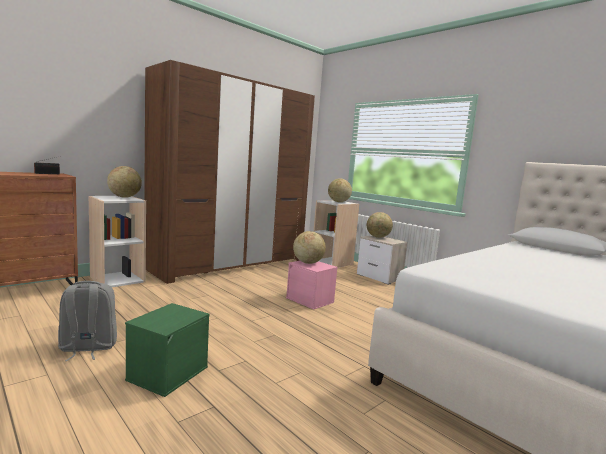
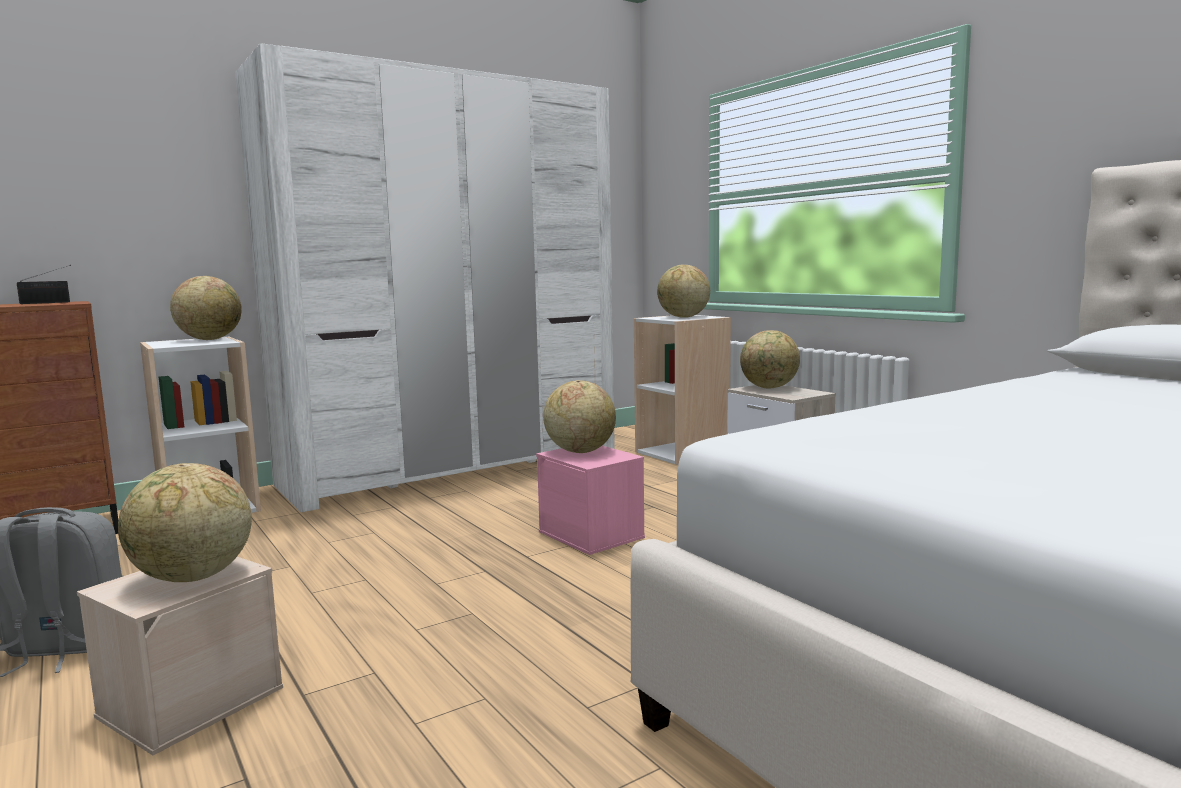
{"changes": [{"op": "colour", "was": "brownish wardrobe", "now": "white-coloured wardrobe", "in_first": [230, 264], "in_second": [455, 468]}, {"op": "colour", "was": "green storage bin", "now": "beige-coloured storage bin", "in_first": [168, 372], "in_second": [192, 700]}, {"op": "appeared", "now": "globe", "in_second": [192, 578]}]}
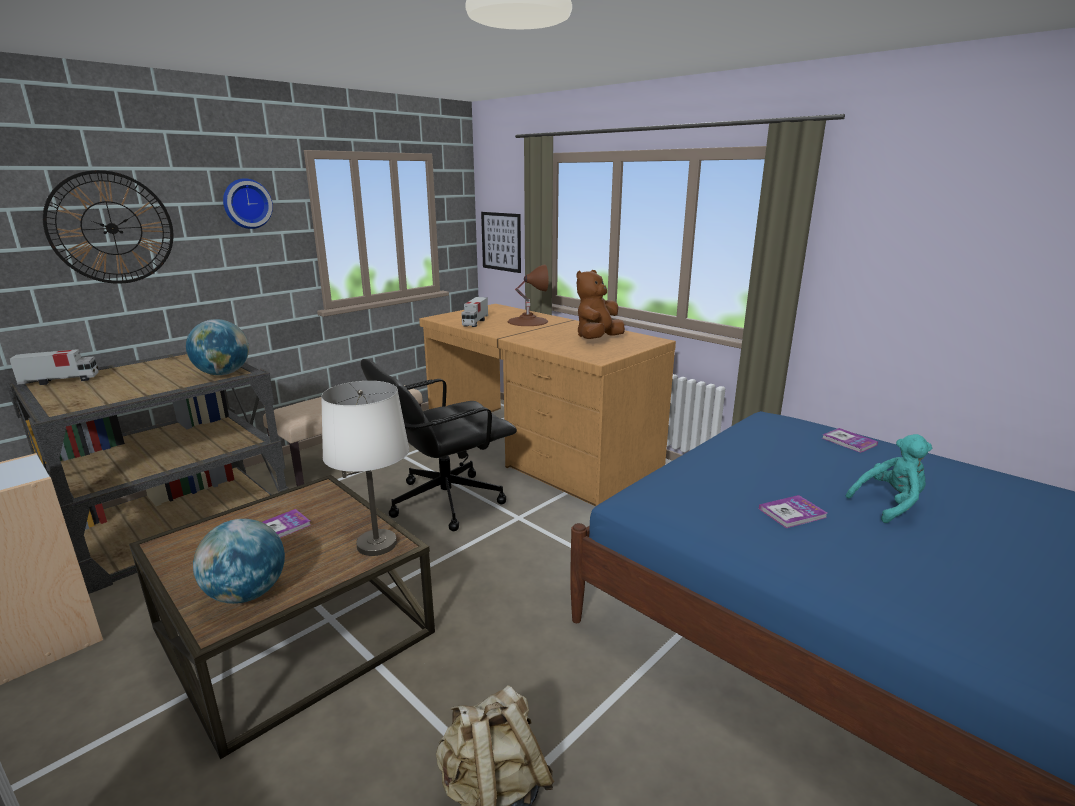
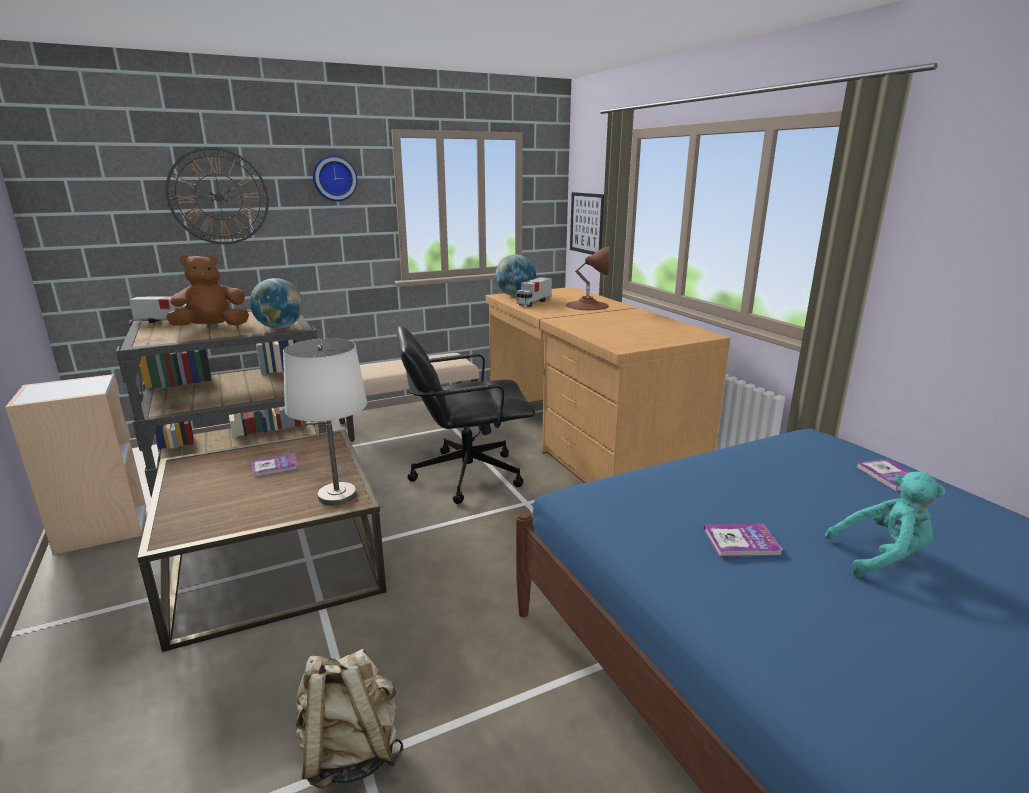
{"changes": [{"op": "relocated", "was": "brownish soft toy", "in_first": [597, 339], "in_second": [212, 327]}, {"op": "relocated", "was": "globe", "in_first": [247, 594], "in_second": [515, 295]}]}
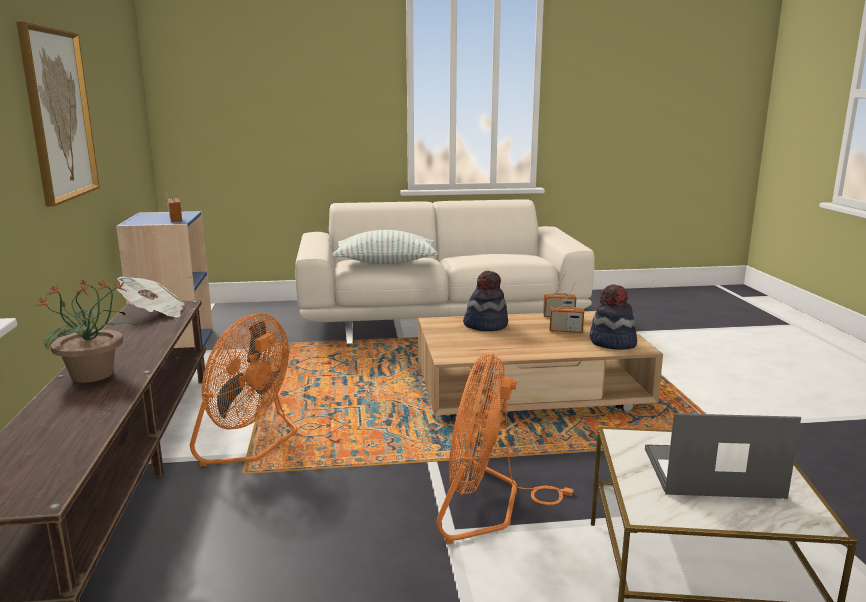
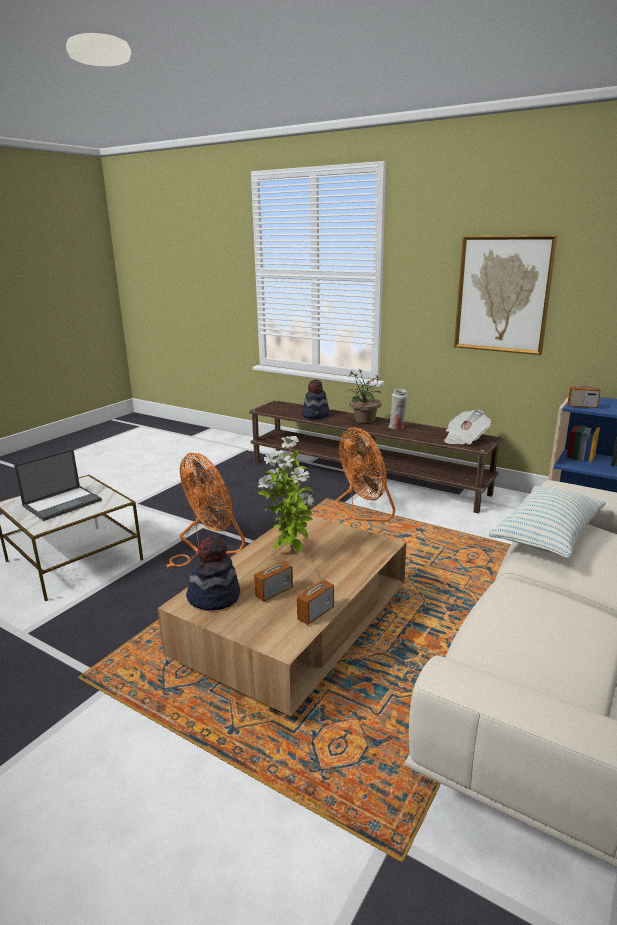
{"changes": [{"op": "relocated", "was": "clothing hat", "in_first": [486, 325], "in_second": [316, 415]}, {"op": "appeared", "now": "white-coloured decorative vase", "in_second": [397, 428]}, {"op": "appeared", "now": "plant in a pot", "in_second": [290, 554]}]}
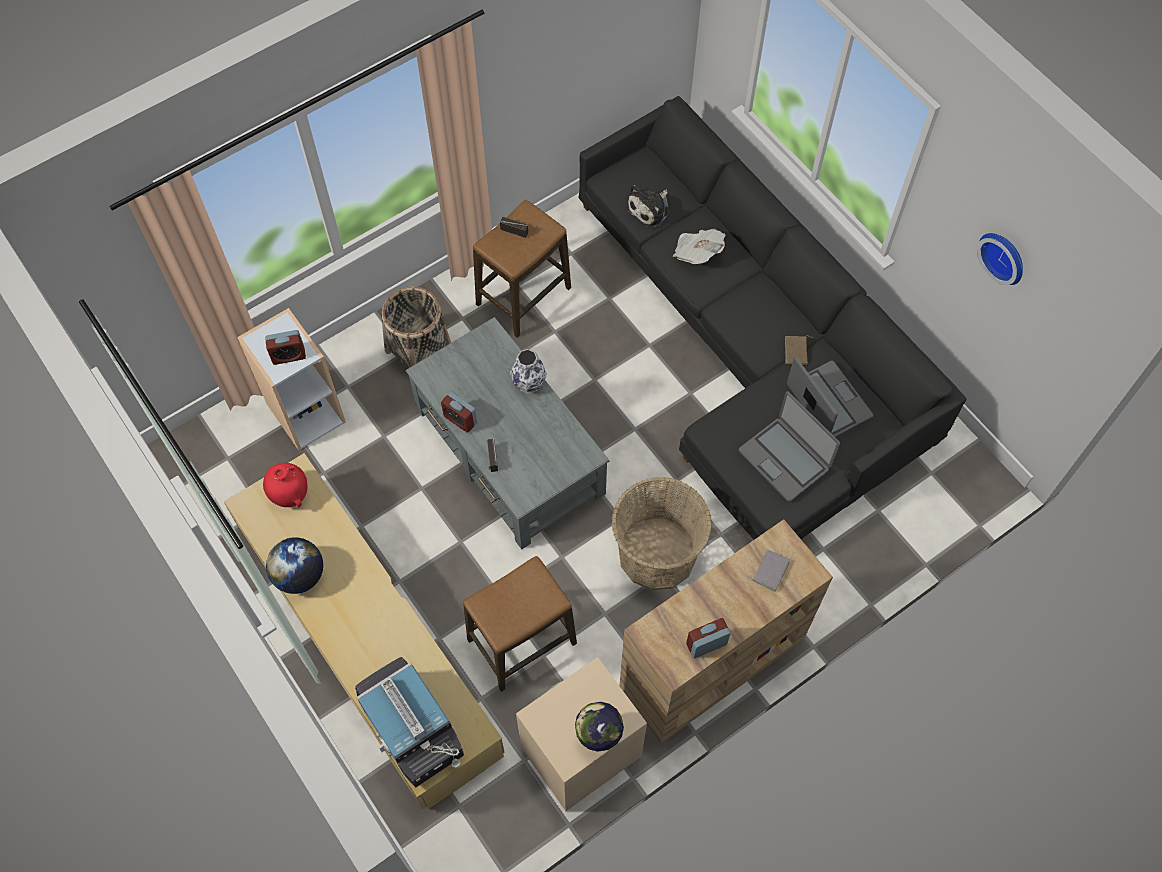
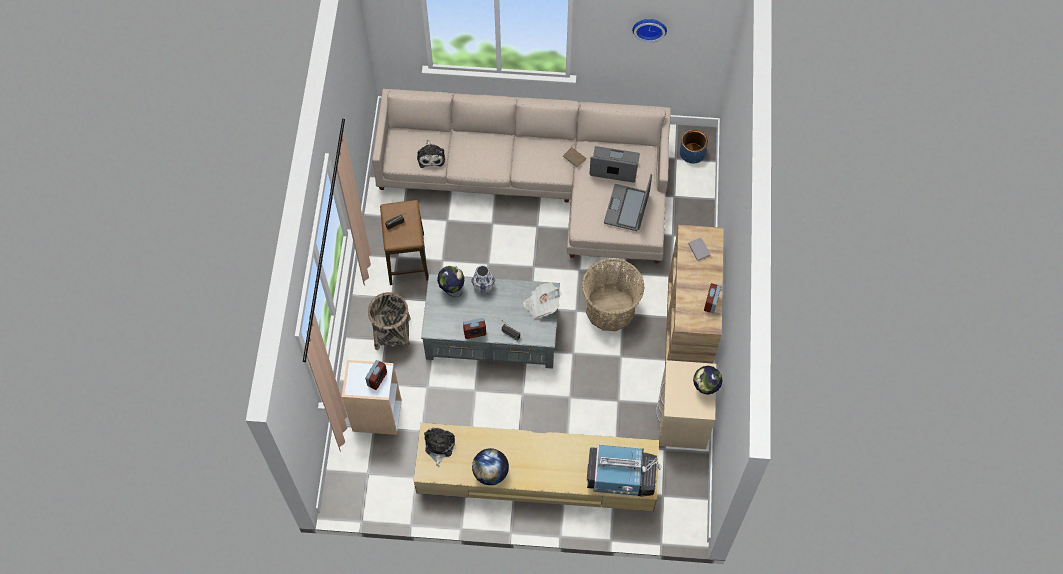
{"changes": [{"op": "colour", "was": "black-coloured sofa", "now": "beige-coloured sofa", "in_first": [752, 349], "in_second": [539, 179]}, {"op": "relocated", "was": "daily paper", "in_first": [697, 253], "in_second": [541, 304]}, {"op": "spun", "was": "notebook computer", "in_first": [784, 459], "in_second": [627, 208], "clockwise": 105}, {"op": "exchanged", "was": "reddish decorative vase", "now": "soft toy", "in_first": [289, 494], "in_second": [439, 446]}, {"op": "missing", "was": "sitting stool", "in_first": [522, 641]}, {"op": "appeared", "now": "bluish planter", "in_second": [692, 153]}, {"op": "appeared", "now": "globe", "in_second": [451, 288]}]}
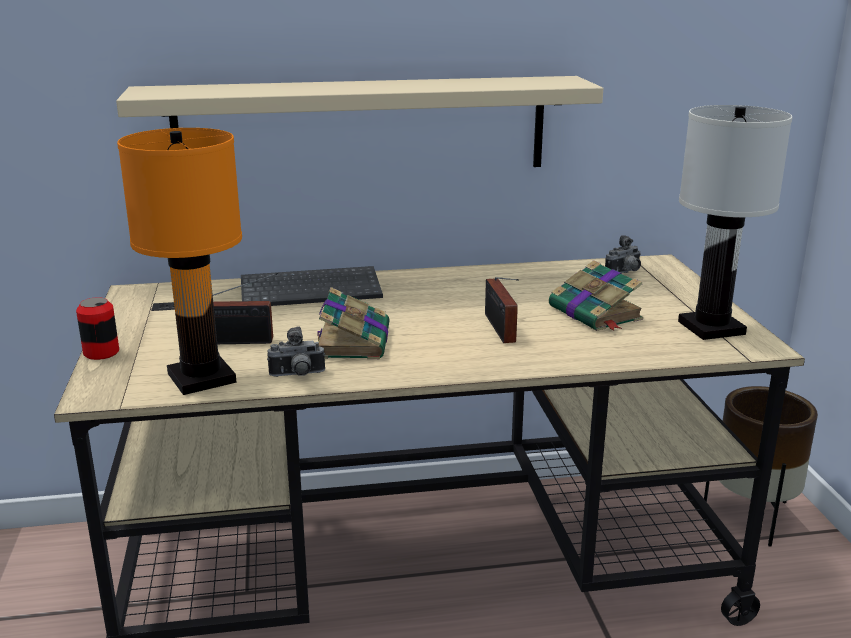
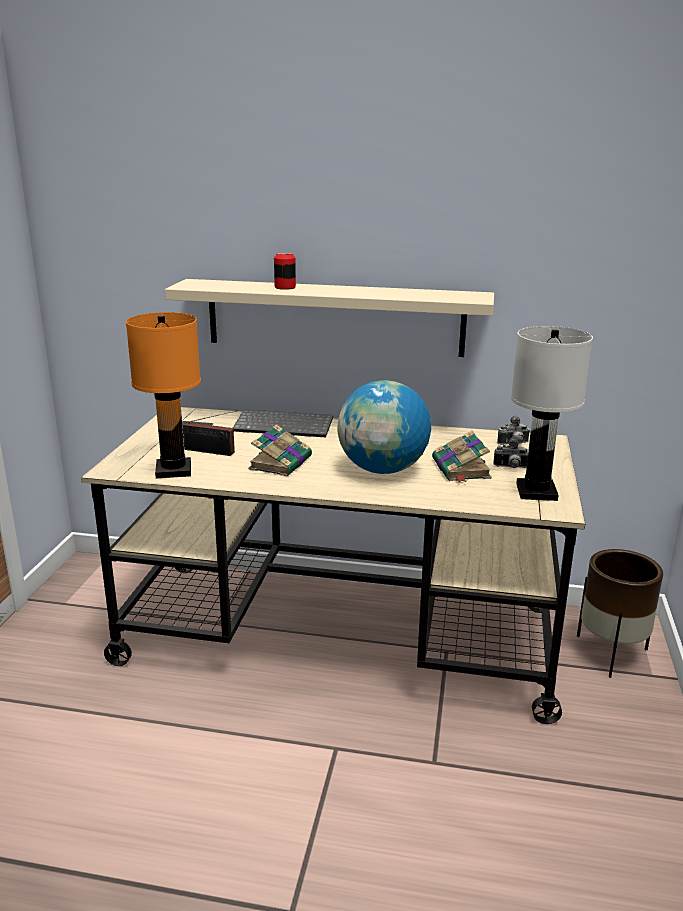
{"changes": [{"op": "exchanged", "was": "radio set", "now": "globe", "in_first": [500, 329], "in_second": [383, 470]}, {"op": "relocated", "was": "metal can", "in_first": [101, 352], "in_second": [285, 287]}, {"op": "relocated", "was": "photo camera", "in_first": [297, 375], "in_second": [511, 467]}]}
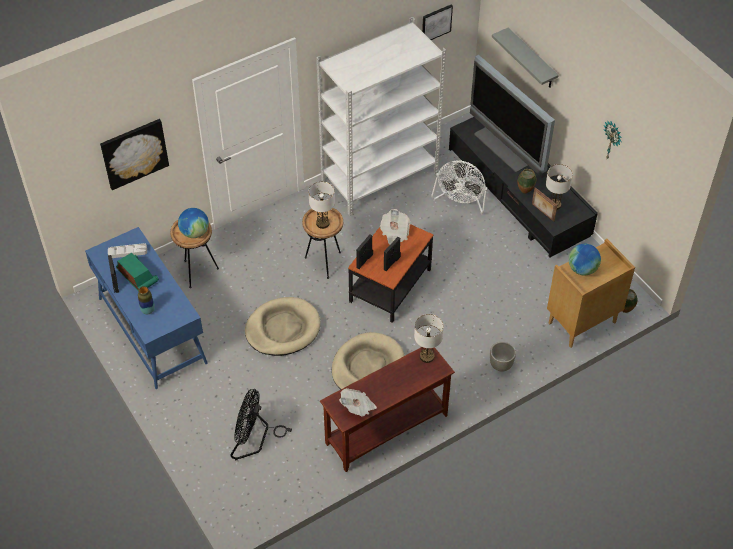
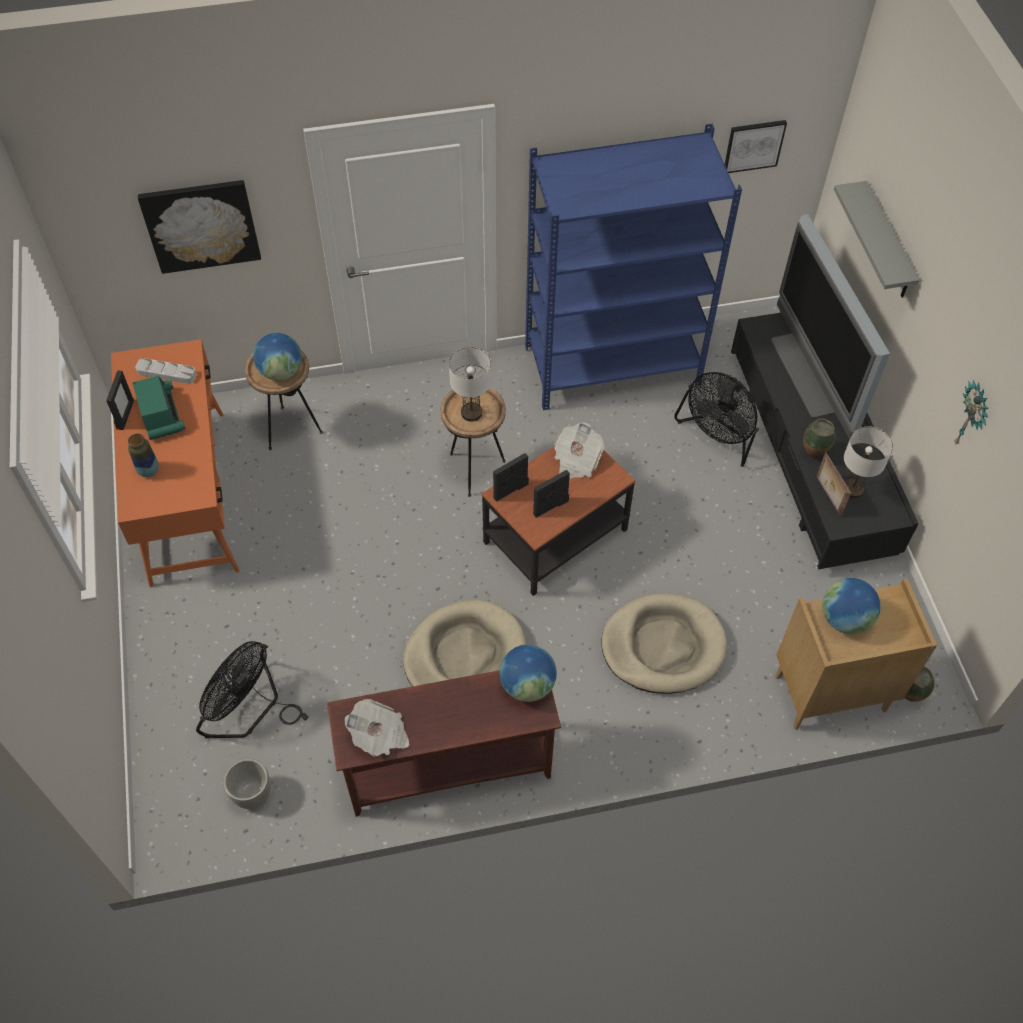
{"changes": [{"op": "colour", "was": "white-coloured bookcase", "now": "bluish bookcase", "in_first": [379, 177], "in_second": [612, 365]}, {"op": "colour", "was": "white-coloured fan", "now": "black-coloured fan", "in_first": [459, 199], "in_second": [717, 432]}, {"op": "colour", "was": "bluish desk", "now": "orangey desk", "in_first": [152, 330], "in_second": [188, 495]}, {"op": "relocated", "was": "beige-coloured pet bed", "in_first": [282, 329], "in_second": [663, 646]}, {"op": "exchanged", "was": "lamp for a table", "now": "globe", "in_first": [426, 356], "in_second": [527, 685]}, {"op": "relocated", "was": "greyish planter", "in_first": [501, 365], "in_second": [252, 794]}]}
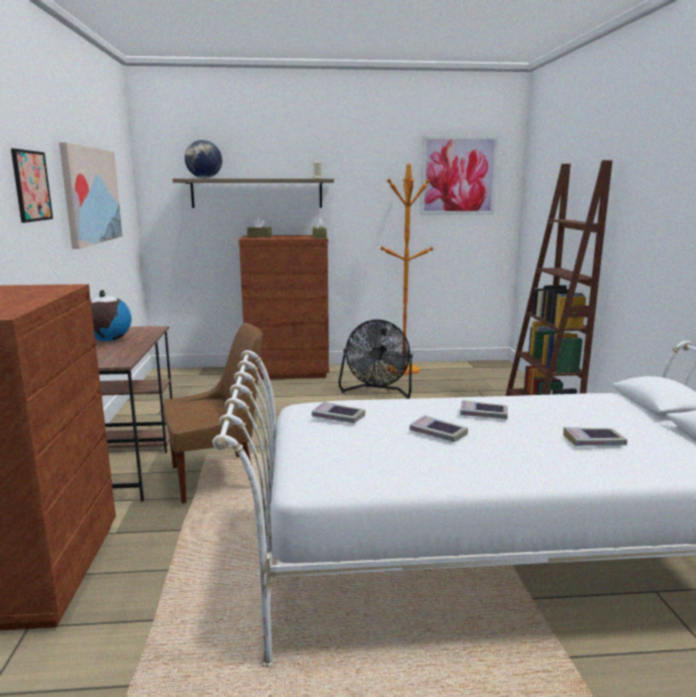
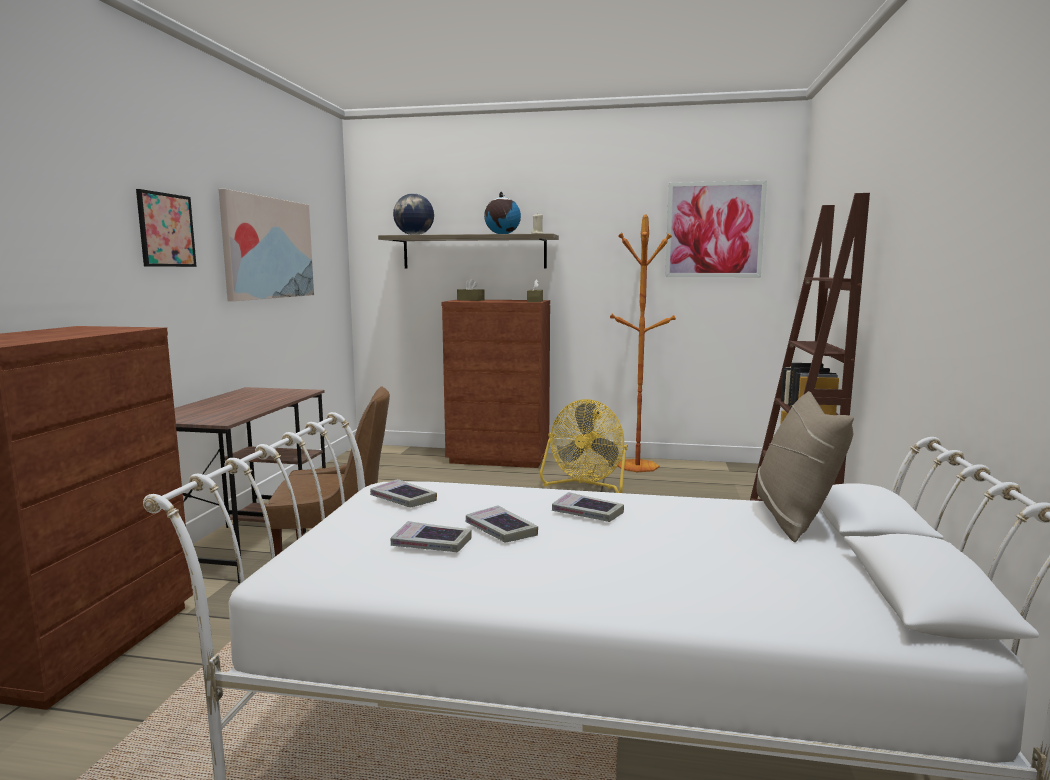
{"changes": [{"op": "relocated", "was": "globe", "in_first": [108, 340], "in_second": [502, 234]}, {"op": "colour", "was": "black-coloured fan", "now": "yellow fan", "in_first": [376, 391], "in_second": [586, 488]}, {"op": "relocated", "was": "bound book", "in_first": [593, 441], "in_second": [431, 544]}, {"op": "appeared", "now": "beige-coloured cushion", "in_second": [793, 517]}]}
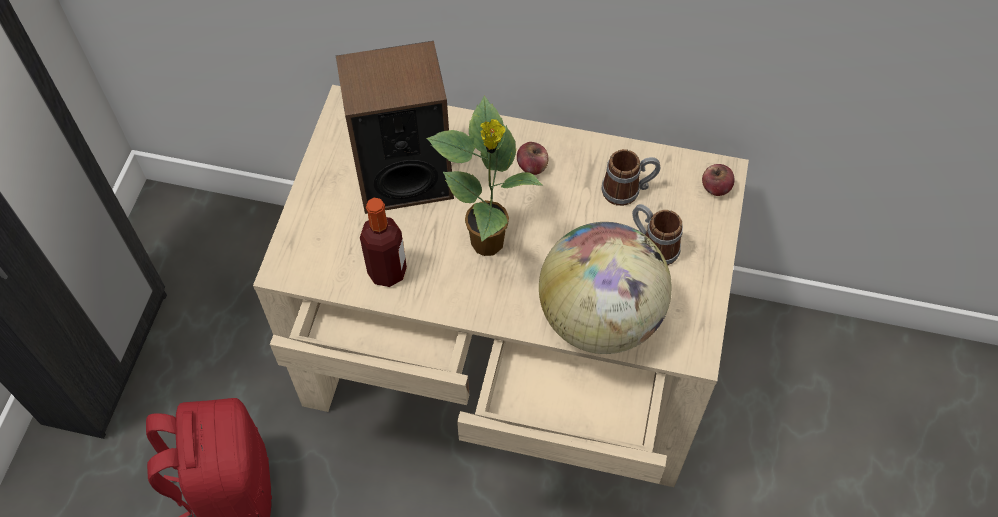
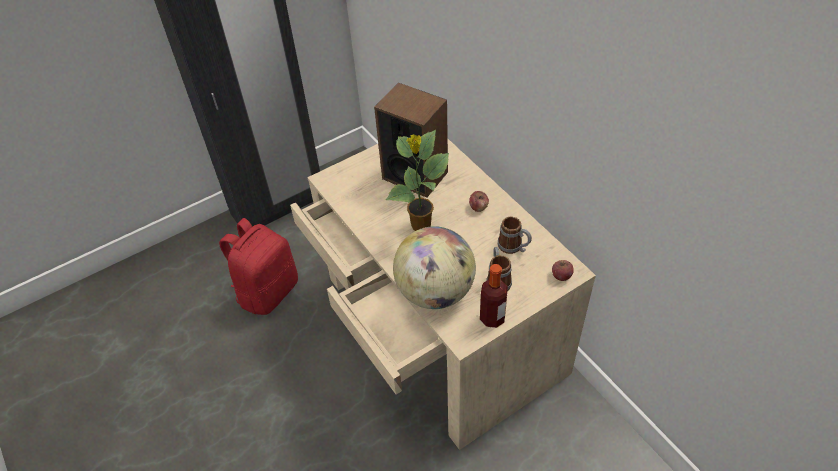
{"changes": [{"op": "relocated", "was": "beverage bottle", "in_first": [387, 271], "in_second": [492, 318]}]}
